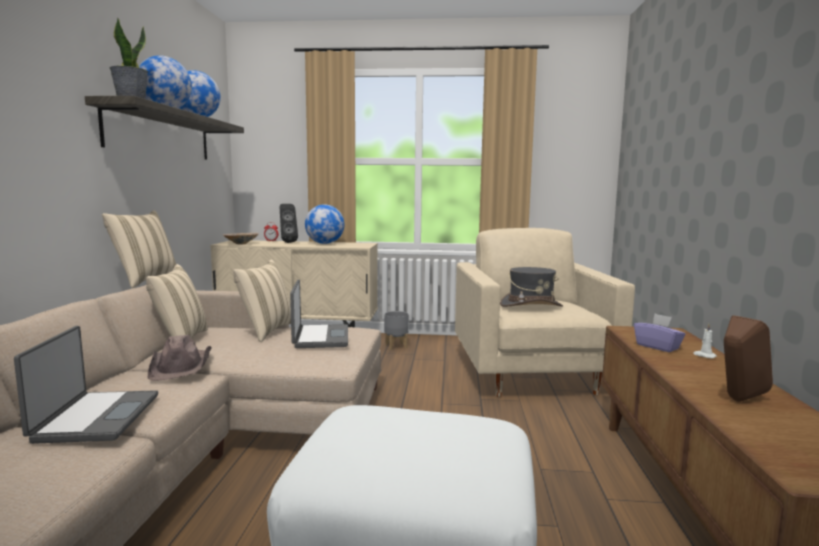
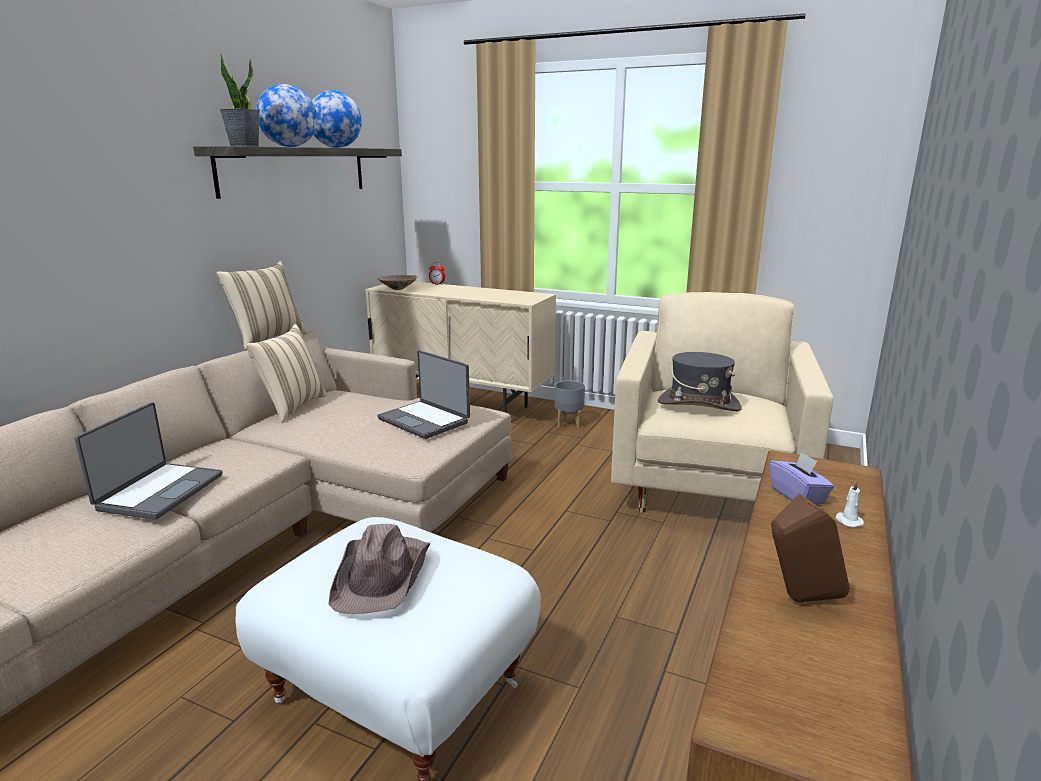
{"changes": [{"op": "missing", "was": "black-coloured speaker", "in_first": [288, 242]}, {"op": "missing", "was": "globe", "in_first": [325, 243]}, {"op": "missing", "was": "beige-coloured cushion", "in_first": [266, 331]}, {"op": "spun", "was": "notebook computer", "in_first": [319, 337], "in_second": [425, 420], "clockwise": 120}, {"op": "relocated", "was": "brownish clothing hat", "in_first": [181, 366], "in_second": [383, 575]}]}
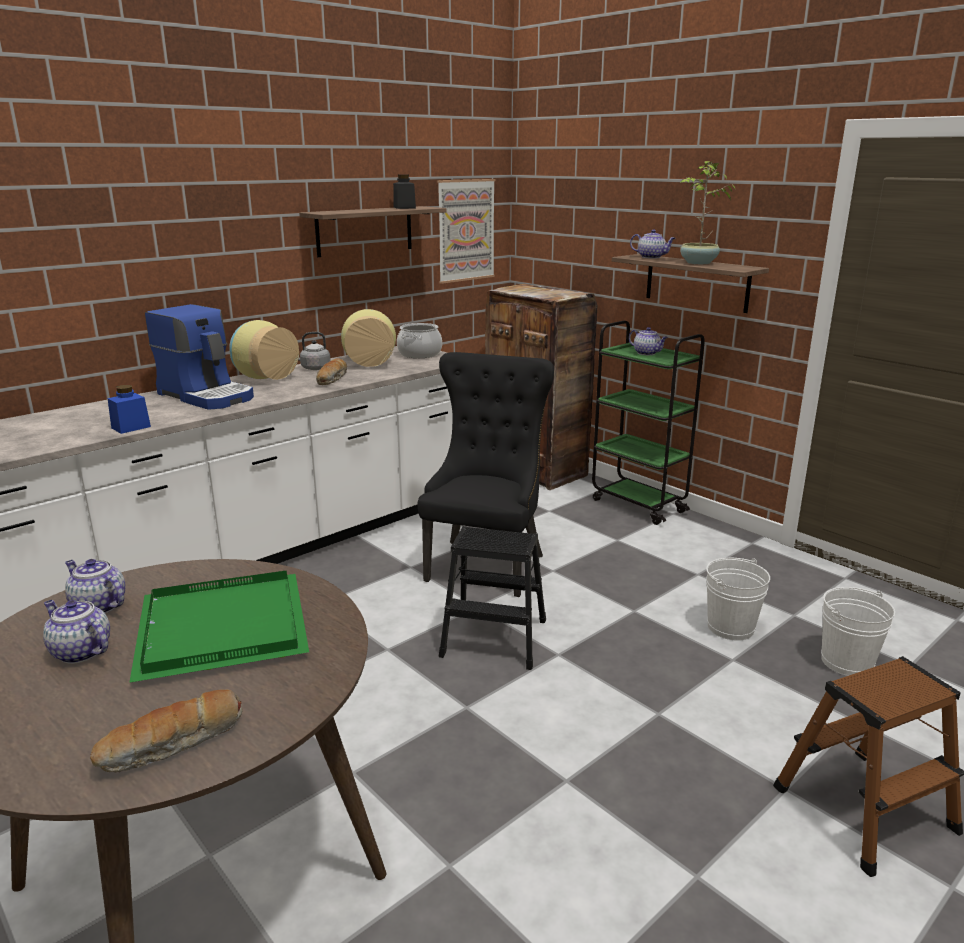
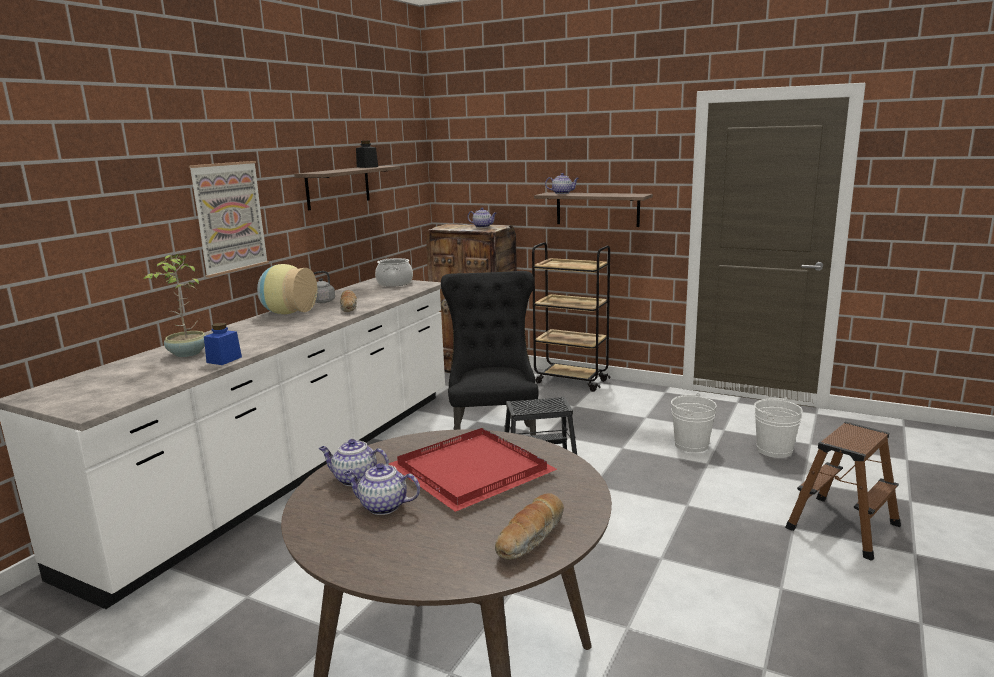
{"changes": [{"op": "relocated", "was": "plant in a pot", "in_first": [698, 263], "in_second": [187, 354]}, {"op": "relocated", "was": "wall art", "in_first": [465, 230], "in_second": [229, 217]}, {"op": "missing", "was": "coffee machine", "in_first": [207, 395]}, {"op": "missing", "was": "decorative vase", "in_first": [370, 363]}, {"op": "colour", "was": "green cart", "now": "brownish cart", "in_first": [639, 506], "in_second": [572, 381]}, {"op": "relocated", "was": "tea pot", "in_first": [647, 353], "in_second": [483, 226]}, {"op": "colour", "was": "green carrying tray", "now": "reddish carrying tray", "in_first": [219, 627], "in_second": [468, 471]}]}
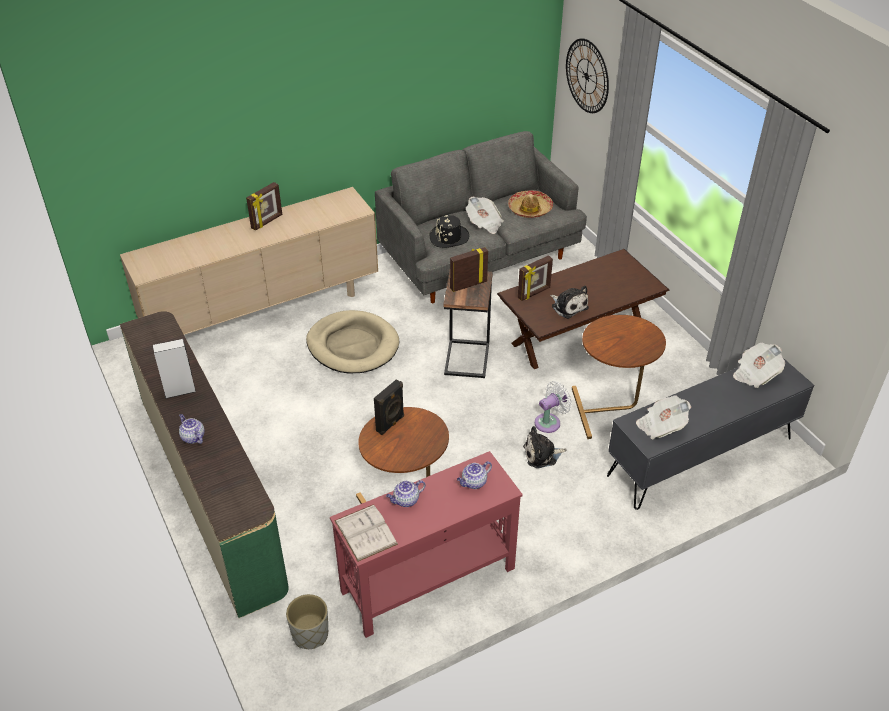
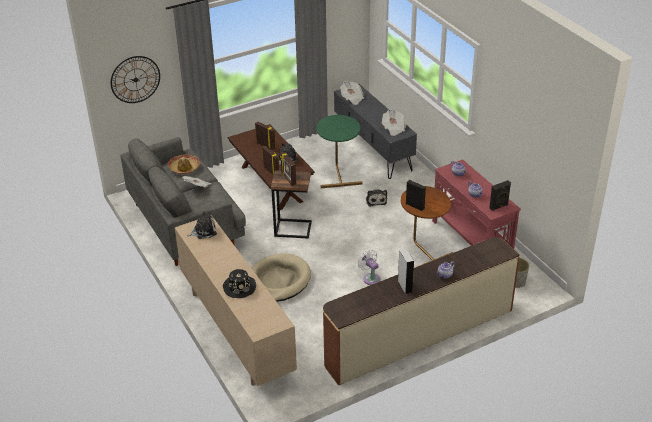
{"changes": [{"op": "relocated", "was": "standing frame", "in_first": [267, 222], "in_second": [266, 145]}, {"op": "relocated", "was": "black-coloured clothing hat", "in_first": [449, 237], "in_second": [239, 287]}, {"op": "colour", "was": "green cabinet", "now": "brownish cabinet", "in_first": [211, 490], "in_second": [418, 335]}, {"op": "colour", "was": "brownish accent table", "now": "green accent table", "in_first": [611, 410], "in_second": [338, 175]}, {"op": "relocated", "was": "white-coloured fan", "in_first": [550, 422], "in_second": [370, 278]}, {"op": "exchanged", "was": "white-coloured bound book", "now": "black-coloured speaker", "in_first": [365, 532], "in_second": [499, 207]}, {"op": "appeared", "now": "soft toy", "in_second": [203, 231]}]}
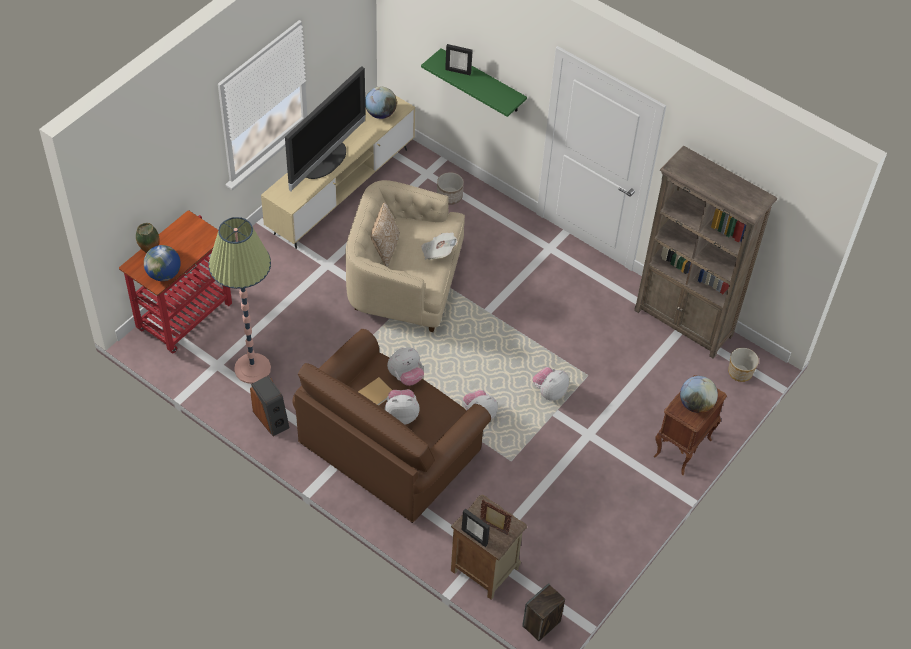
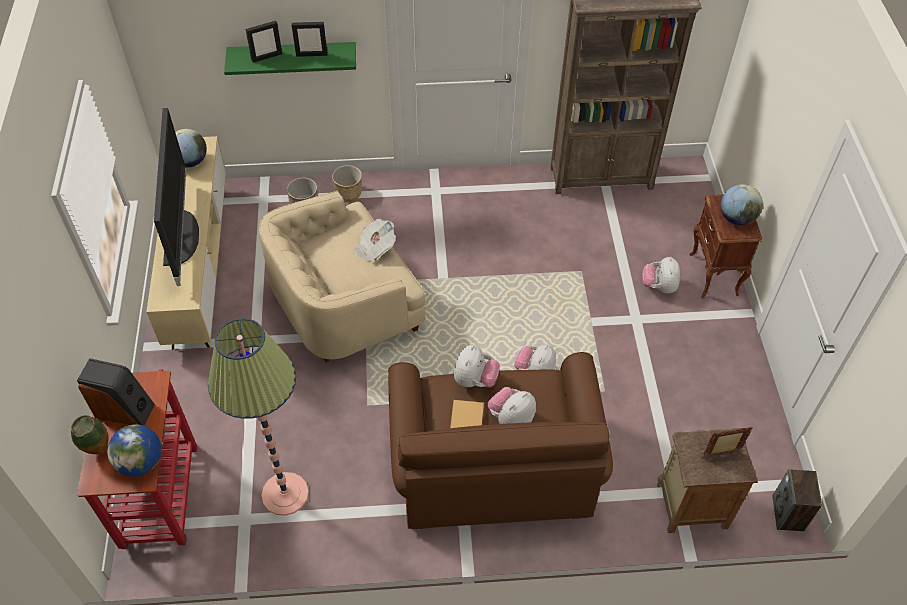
{"changes": [{"op": "missing", "was": "cushion", "in_first": [385, 249]}, {"op": "relocated", "was": "planter", "in_first": [740, 372], "in_second": [348, 192]}, {"op": "relocated", "was": "soft toy", "in_first": [549, 392], "in_second": [659, 287]}, {"op": "relocated", "was": "speaker", "in_first": [271, 418], "in_second": [125, 409]}, {"op": "relocated", "was": "standing frame", "in_first": [475, 536], "in_second": [311, 54]}]}
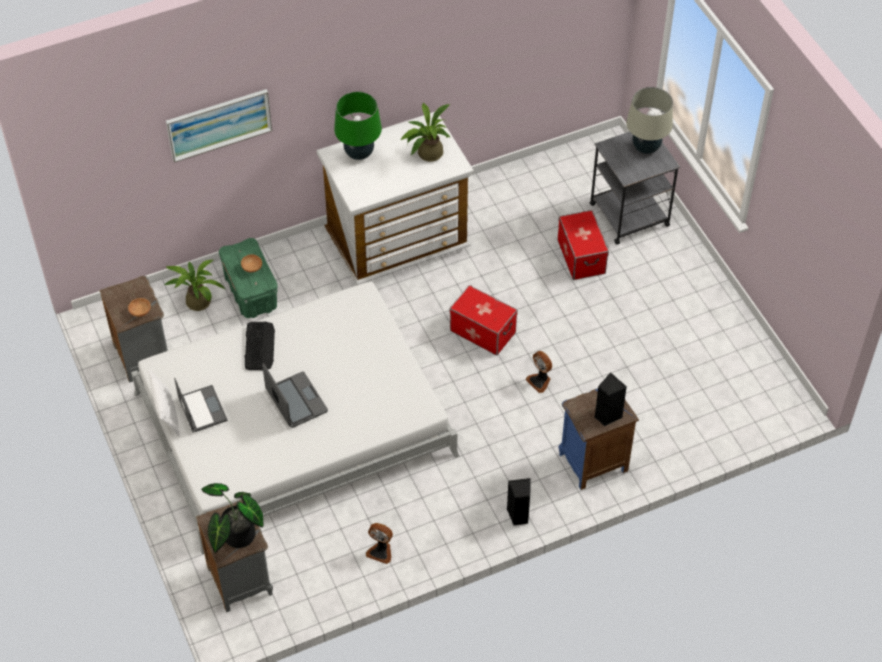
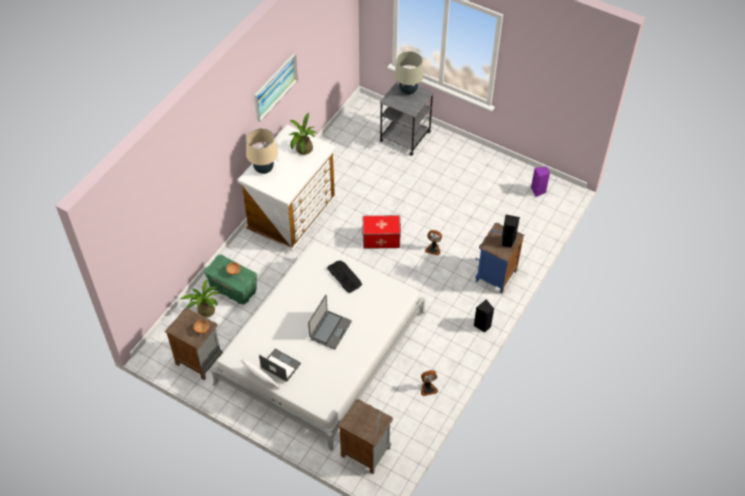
{"changes": [{"op": "relocated", "was": "wall art", "in_first": [219, 124], "in_second": [275, 87]}, {"op": "colour", "was": "green lamp for a table", "now": "beige-coloured lamp for a table", "in_first": [359, 153], "in_second": [264, 169]}, {"op": "missing", "was": "storage bin", "in_first": [581, 256]}, {"op": "relocated", "was": "computer keyboard", "in_first": [259, 346], "in_second": [344, 276]}, {"op": "spun", "was": "notebook computer", "in_first": [296, 401], "in_second": [330, 330], "clockwise": 90}, {"op": "missing", "was": "plant in a pot", "in_first": [235, 536]}, {"op": "appeared", "now": "purplish speaker", "in_second": [538, 191]}]}
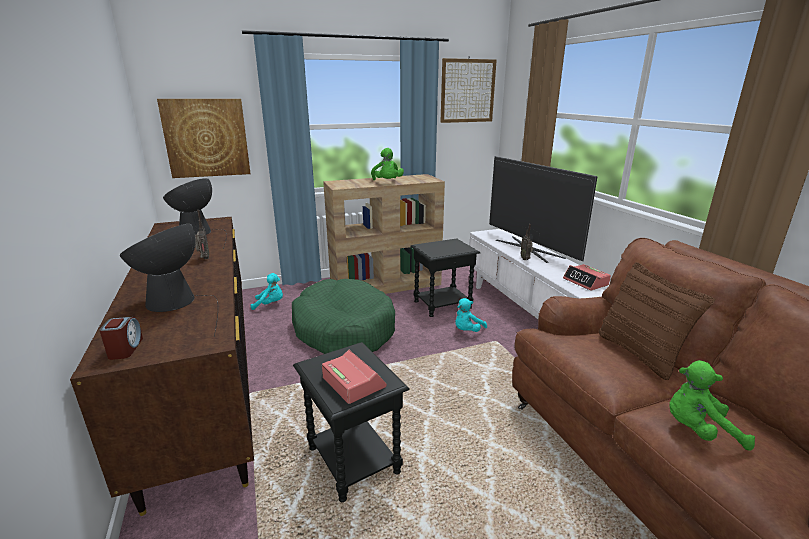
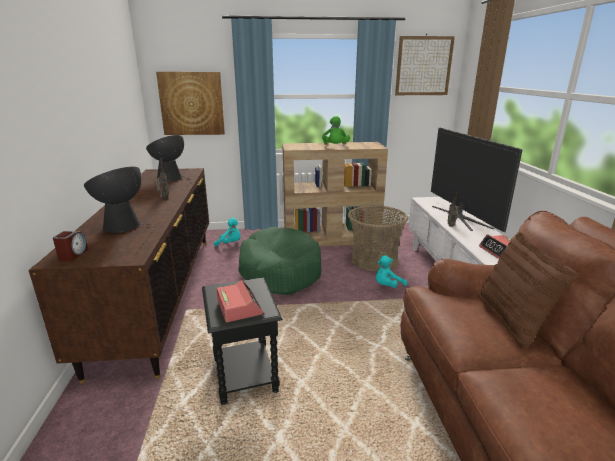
{"changes": [{"op": "exchanged", "was": "black-coloured accent table", "now": "storage basket", "in_first": [442, 304], "in_second": [374, 260]}, {"op": "missing", "was": "green soft toy", "in_first": [698, 430]}]}
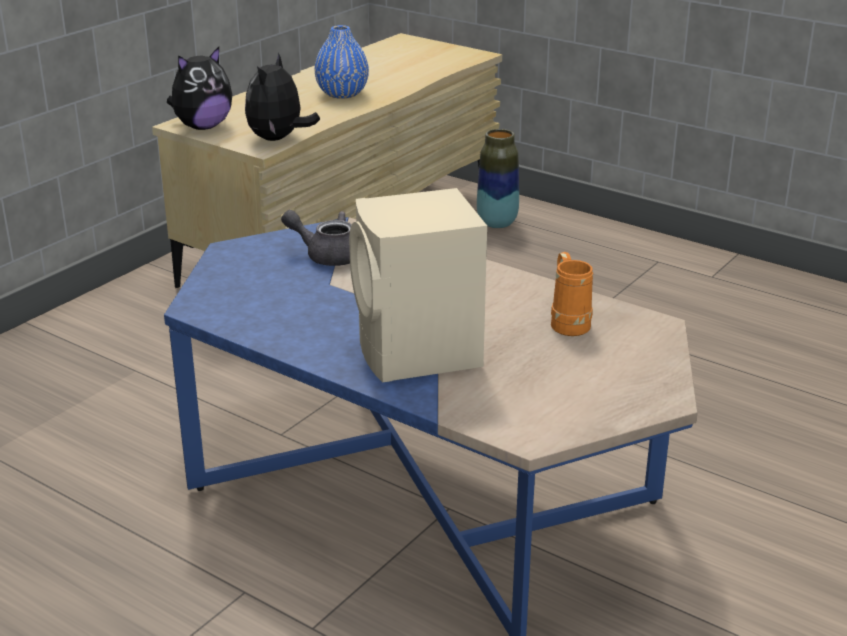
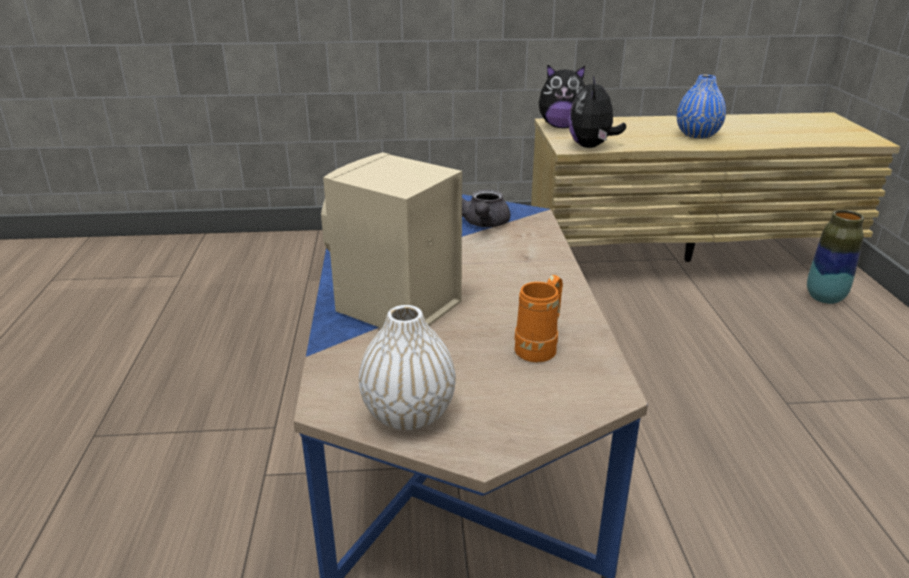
{"changes": [{"op": "spun", "was": "soft toy", "in_first": [278, 139], "in_second": [592, 146], "clockwise": -60}, {"op": "spun", "was": "greyish tea pot", "in_first": [327, 255], "in_second": [484, 224], "clockwise": -150}, {"op": "appeared", "now": "white-coloured decorative vase", "in_second": [408, 414]}]}
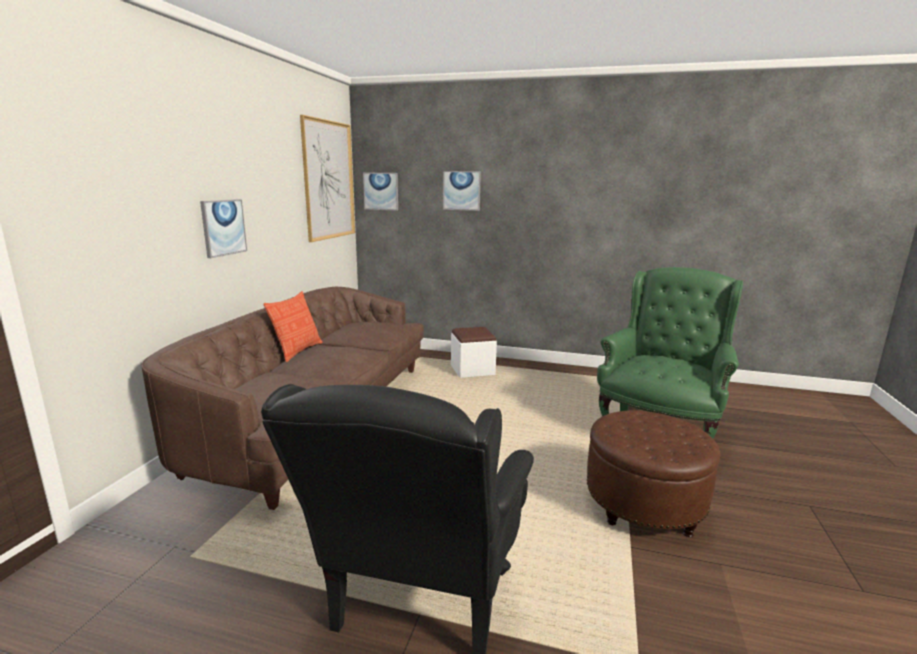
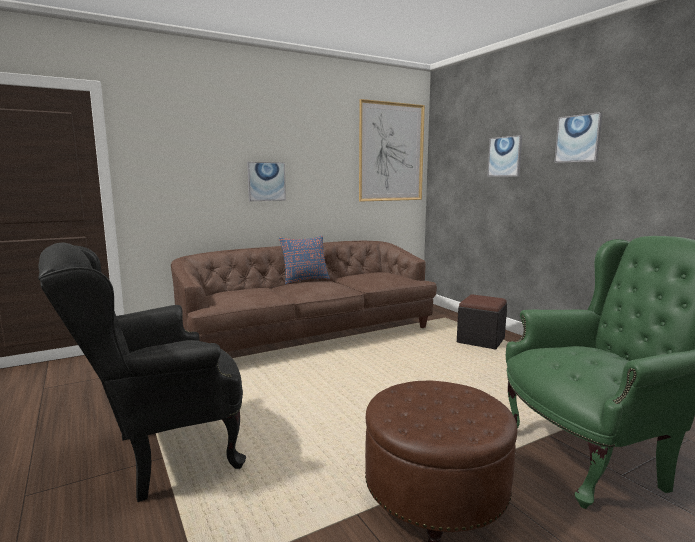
{"changes": [{"op": "relocated", "was": "wall art", "in_first": [381, 191], "in_second": [578, 138]}, {"op": "colour", "was": "orangey cushion", "now": "bluish cushion", "in_first": [297, 351], "in_second": [305, 280]}, {"op": "colour", "was": "white-coloured footrest", "now": "black-coloured footrest", "in_first": [472, 370], "in_second": [480, 340]}]}
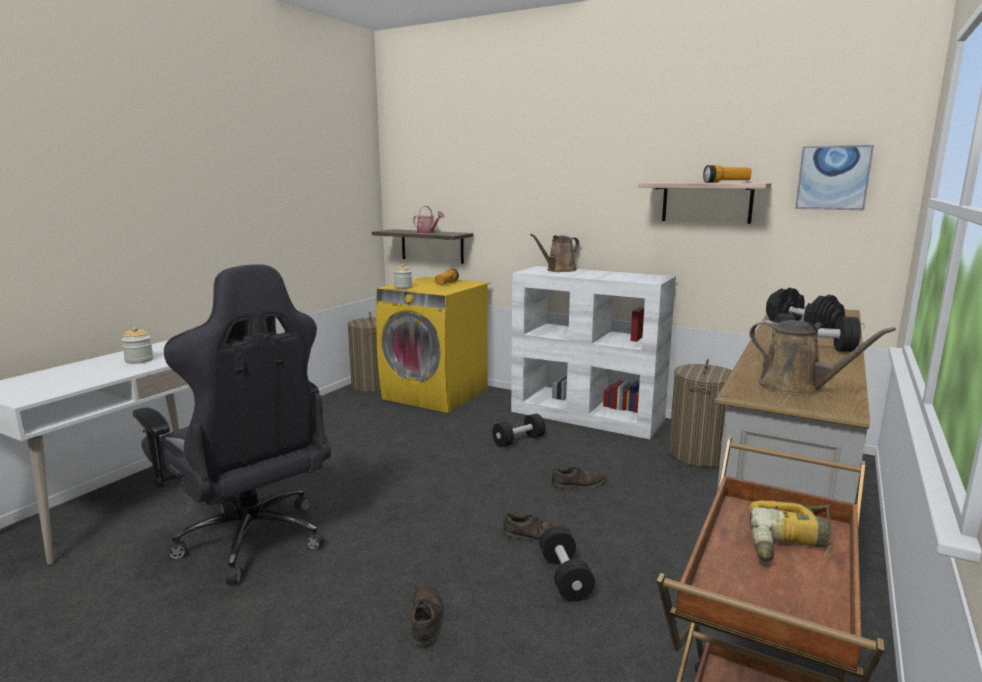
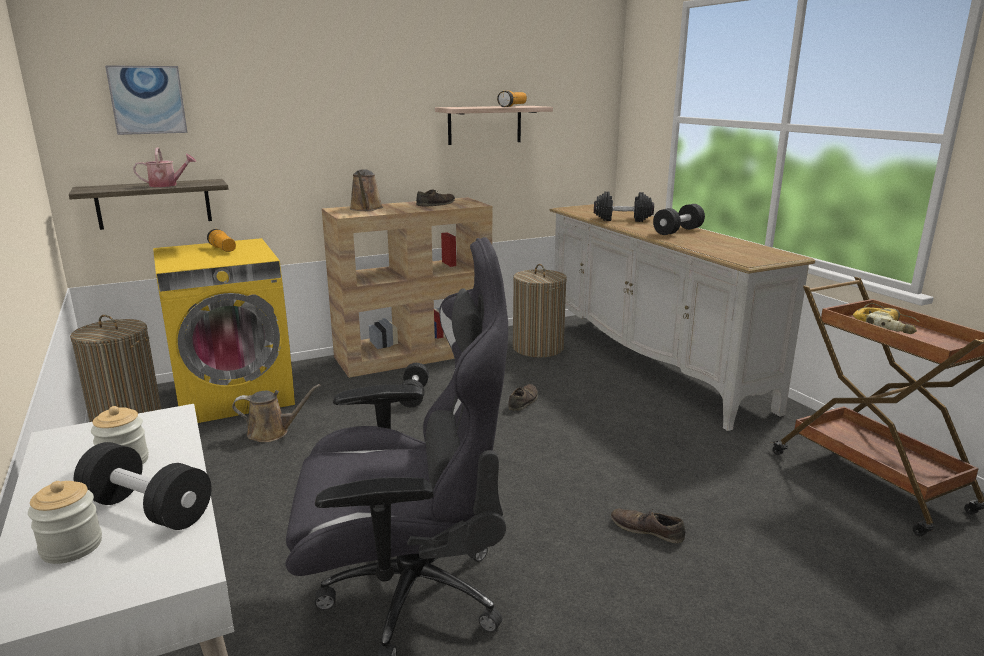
{"changes": [{"op": "relocated", "was": "wall art", "in_first": [833, 178], "in_second": [147, 100]}, {"op": "relocated", "was": "preserve jar", "in_first": [403, 287], "in_second": [71, 547]}, {"op": "colour", "was": "white-coloured bookcase", "now": "brownish bookcase", "in_first": [587, 415], "in_second": [413, 353]}, {"op": "relocated", "was": "brownish watering can", "in_first": [796, 387], "in_second": [272, 432]}, {"op": "relocated", "was": "brownish item of footwear", "in_first": [536, 535], "in_second": [436, 204]}, {"op": "relocated", "was": "black-coloured dumbbell", "in_first": [565, 577], "in_second": [147, 509]}]}
